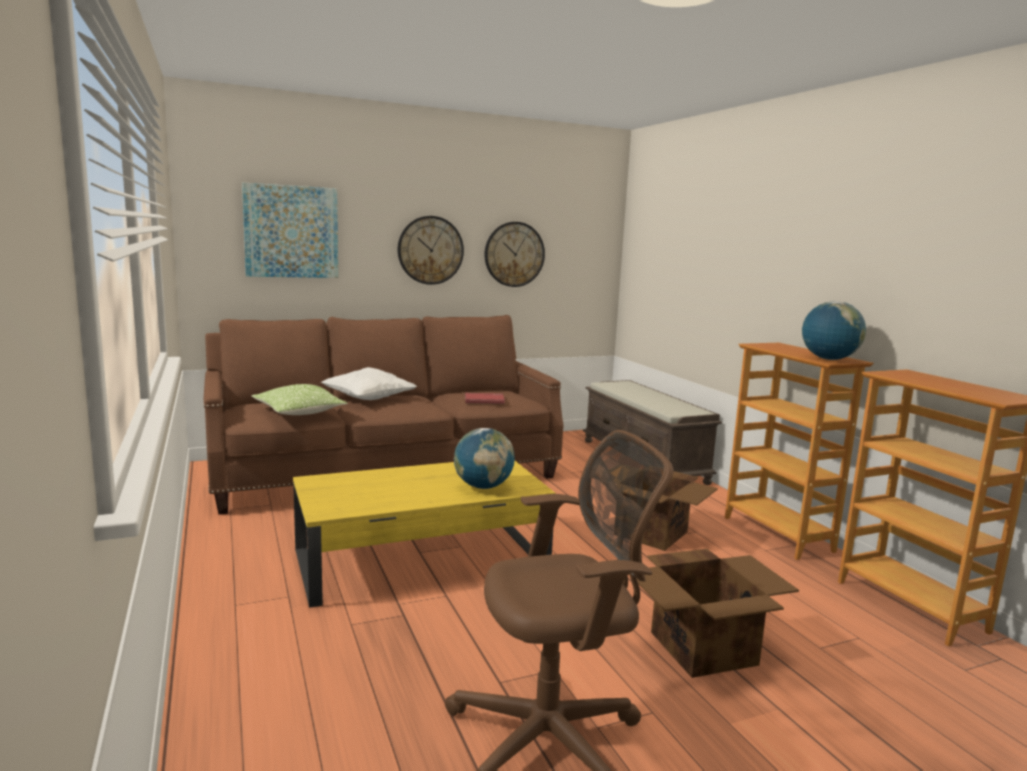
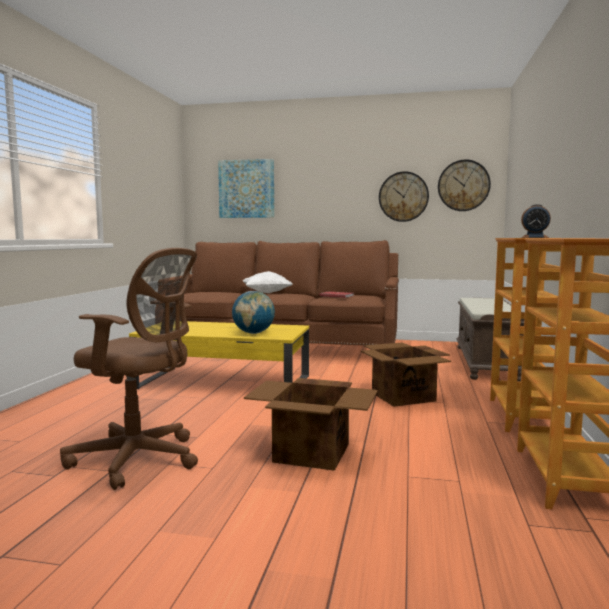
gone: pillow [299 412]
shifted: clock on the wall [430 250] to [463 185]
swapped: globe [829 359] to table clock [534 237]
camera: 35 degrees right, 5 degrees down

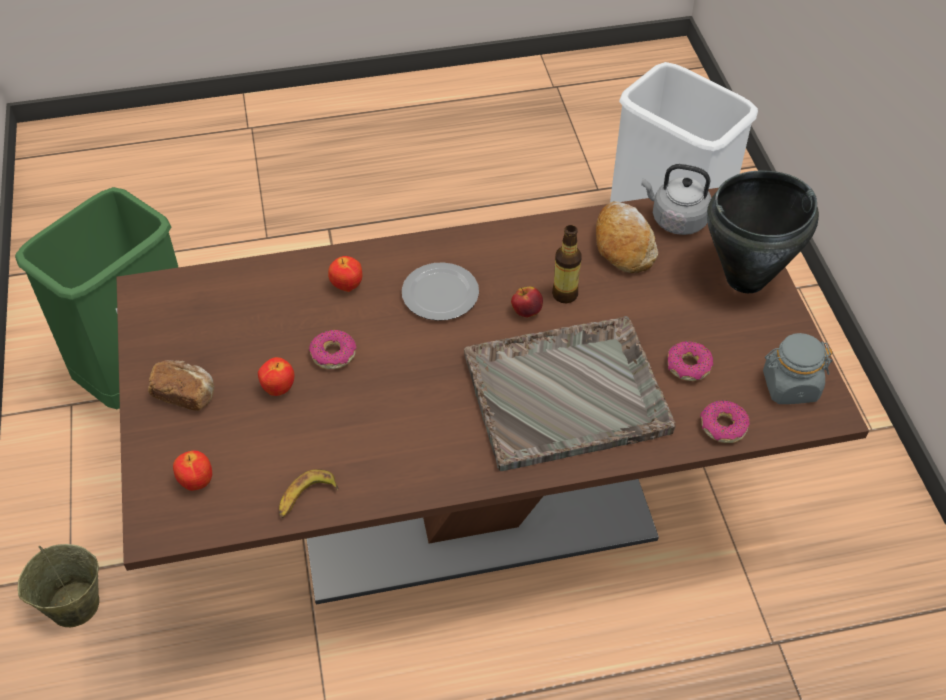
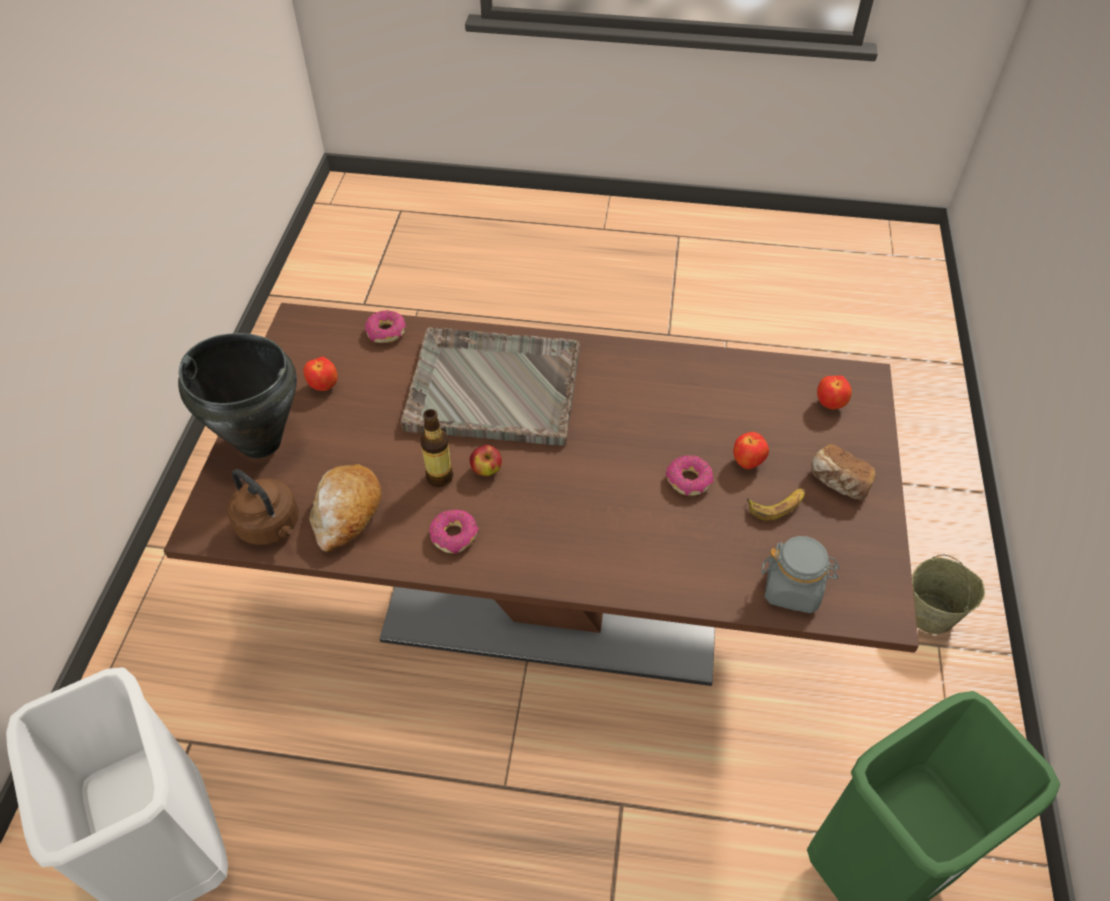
gone: flat dish [441 294]
shifted: banana [306 497] to [777 505]; apple [346 286] to [324 386]; doughnut [688 366] to [454 536]; preserve jar (grey) [790 386] to [793 589]
repainted: tea kettle (grey) [675 219] to tea kettle (brownish) [271 526]
camera: 160 degrees left, 0 degrees up

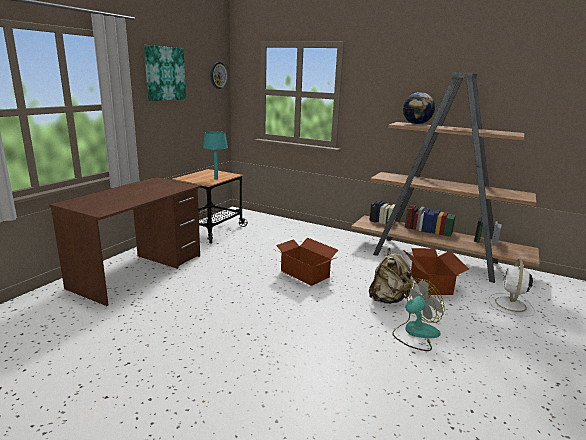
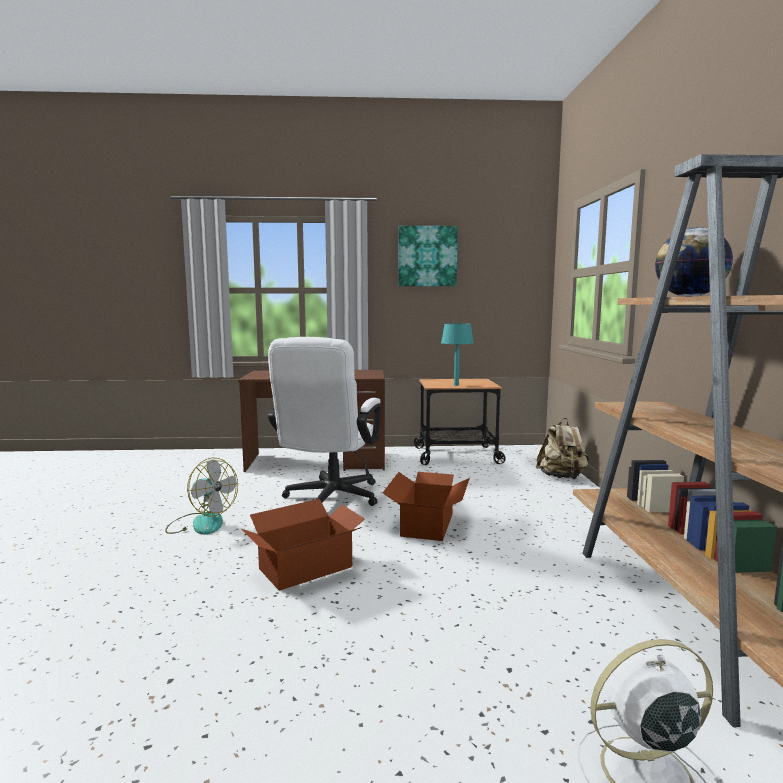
gone: clock on the wall [218 75]
new: office chair (whitish) [329 499]
shifted: rucksack (sand-coloured) [388 299] to [561 477]; electric fan [415 333] to [201 523]; cardboard box [431 284] to [307 568]
camera: 60 degrees right, 10 degrees down

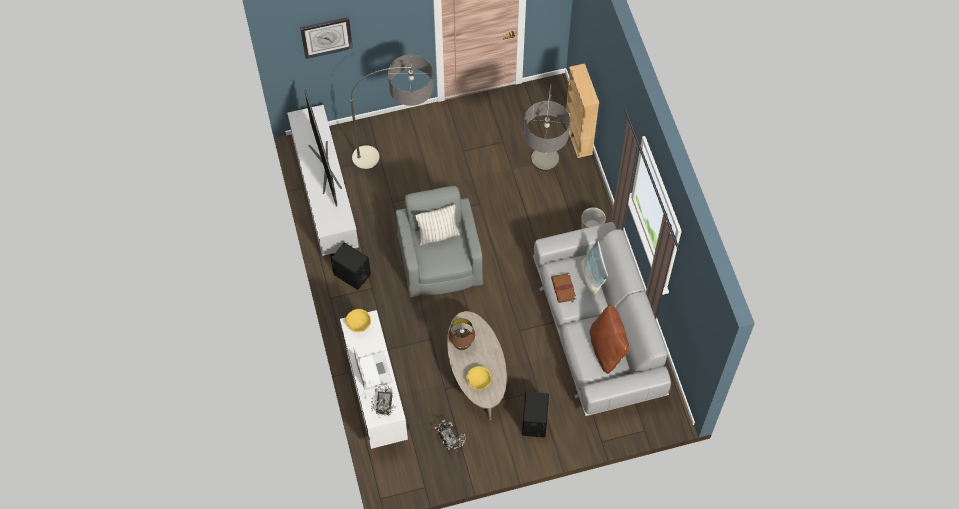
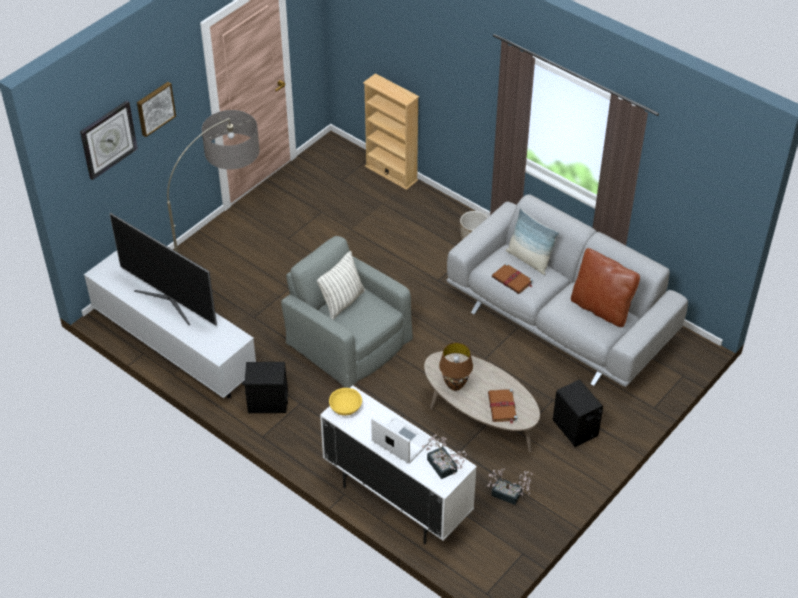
gone: standing lamp [542 188]
new: wall picture [155 108]
swapped: deep dish (yellow-coloured) [479 381] to volume (brownish) [502 407]
camera: 35 degrees left, 15 degrees down

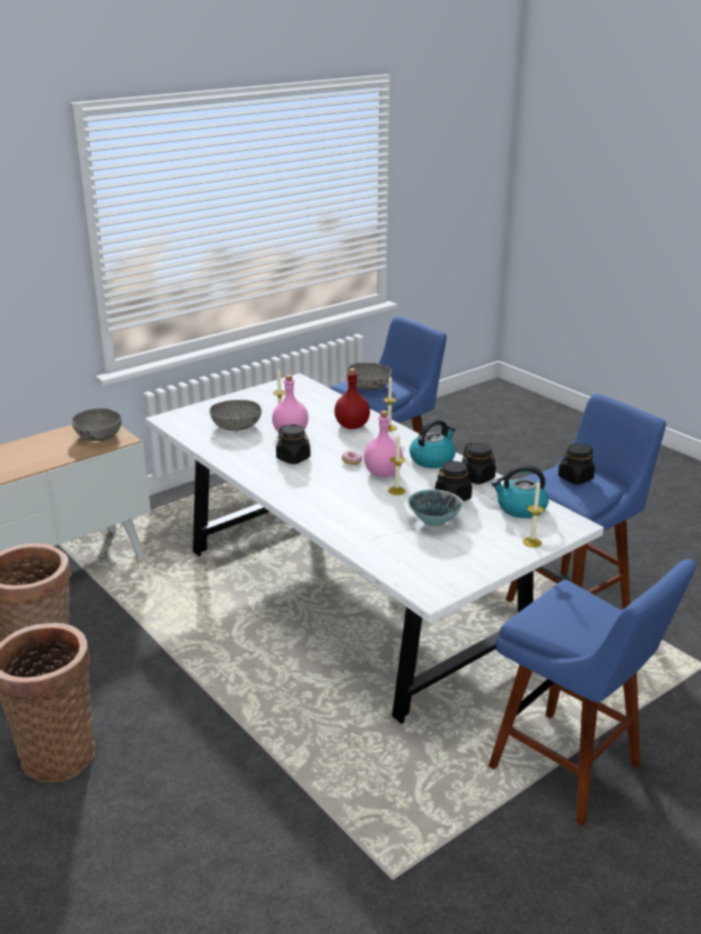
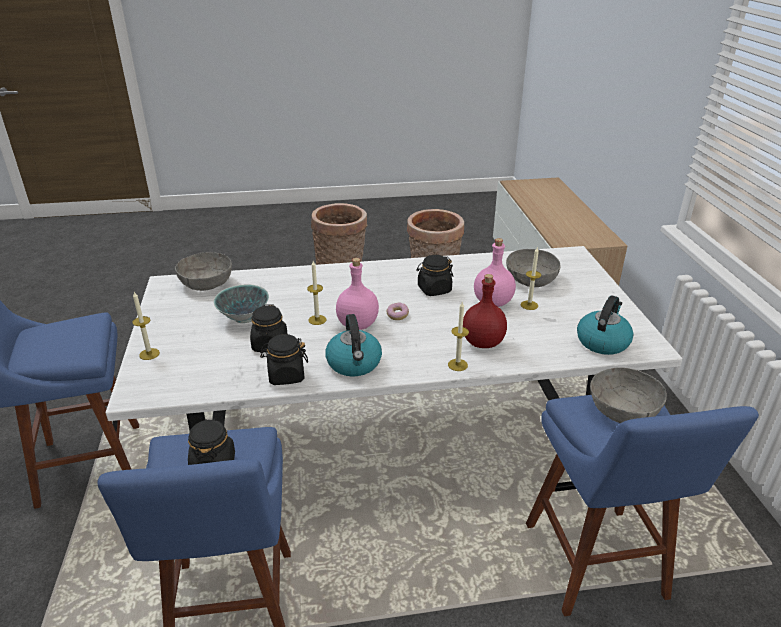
shifted: deep dish (grey) [98 436] to [206 283]; tea kettle [520 508] to [602 341]
camera: 120 degrees right, 5 degrees up

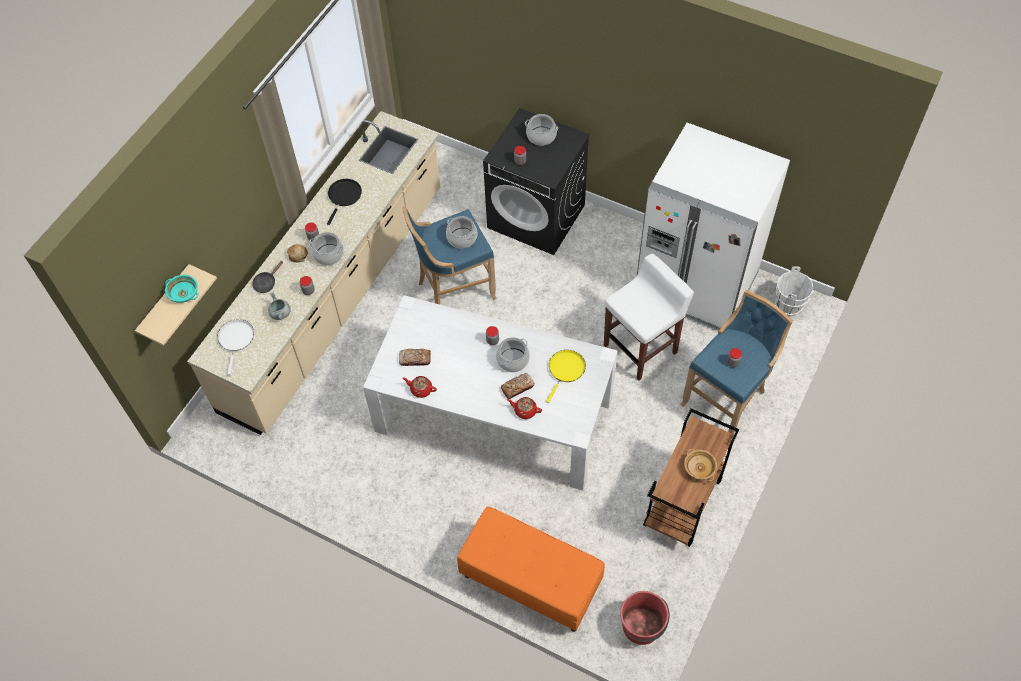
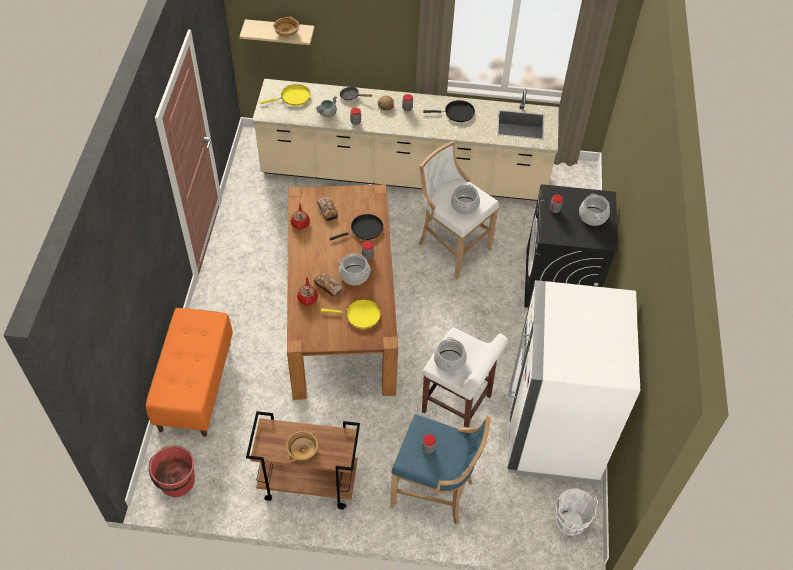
new: frying pan (black) [364 229]
shifted: saucepot [328 255] to [449 361]
repainted: deep dish (turquoise-coloured) [184 293] to deep dish (sand-coloured) [287 32]; frying pan (whitish) [236 340] to frying pan (yellow-coloured) [293 97]; dining table (whitish) [494 414] to dining table (brownish) [341 313]; stool seat (bluish) [453 289] to stool seat (whitish) [451 247]
camera: 65 degrees right, 5 degrees down

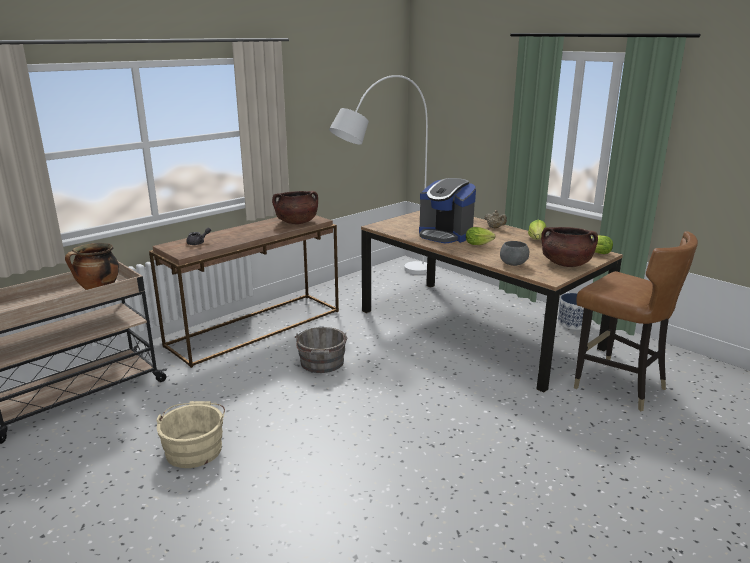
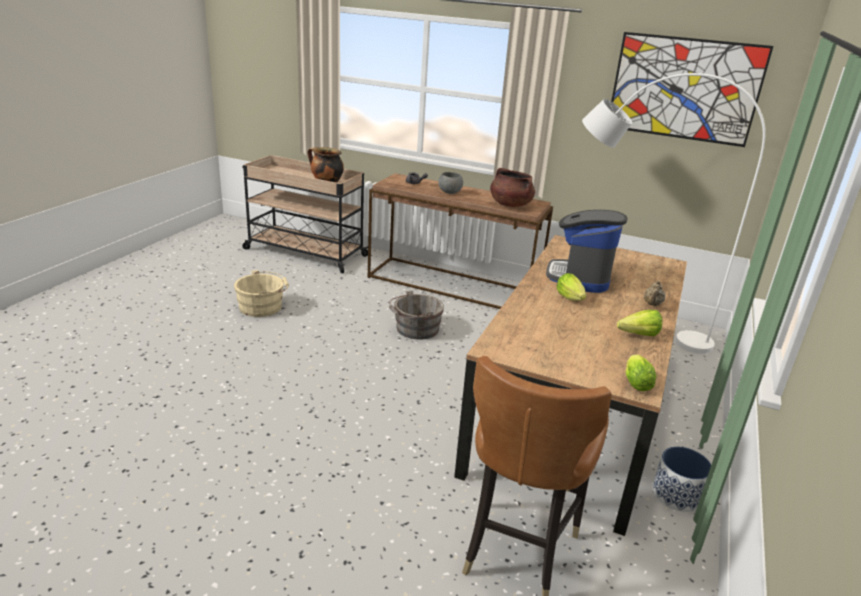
gone: saucepot (brownish) [566 264]
new: wall picture [684 89]
shifted: deep dish (grey) [513 264] to [449 193]
camera: 65 degrees right, 5 degrees up

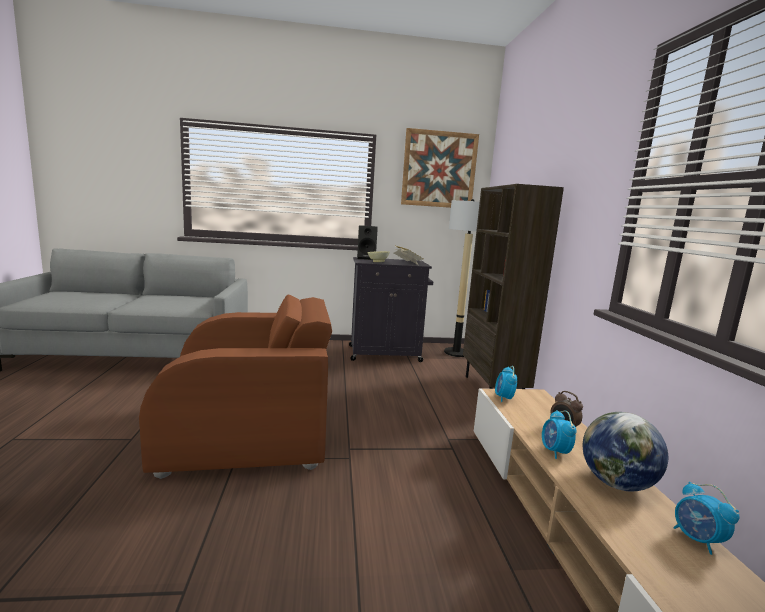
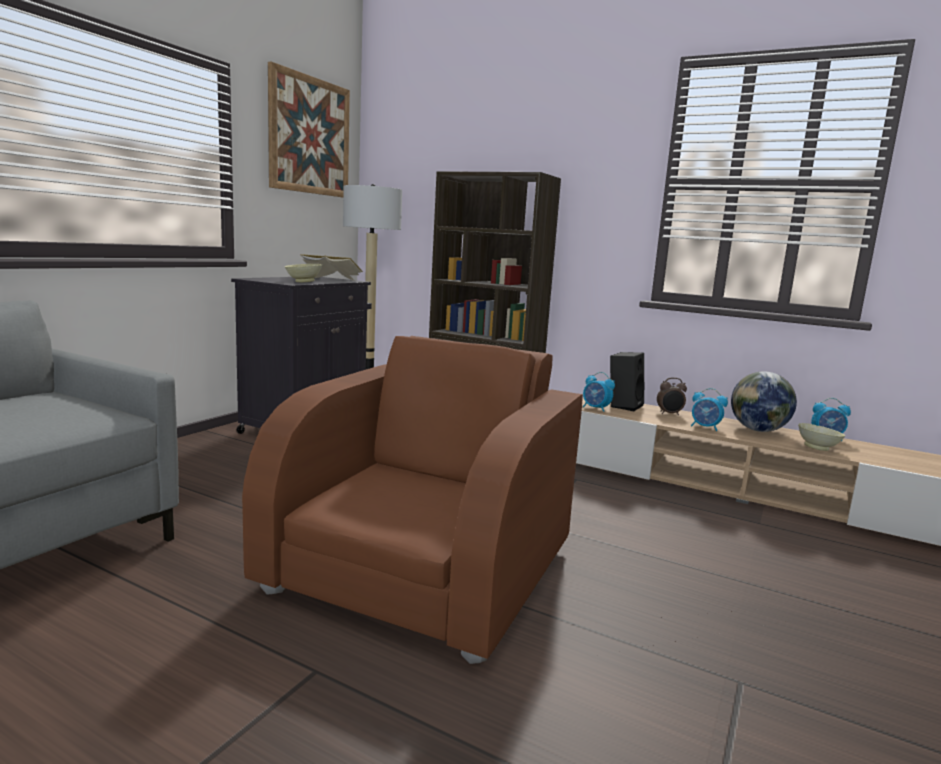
new: deep dish (sand-coloured) [818 448]
shifted: audio speaker (black) [367 258] to [623 405]
camera: 55 degrees left, 0 degrees up

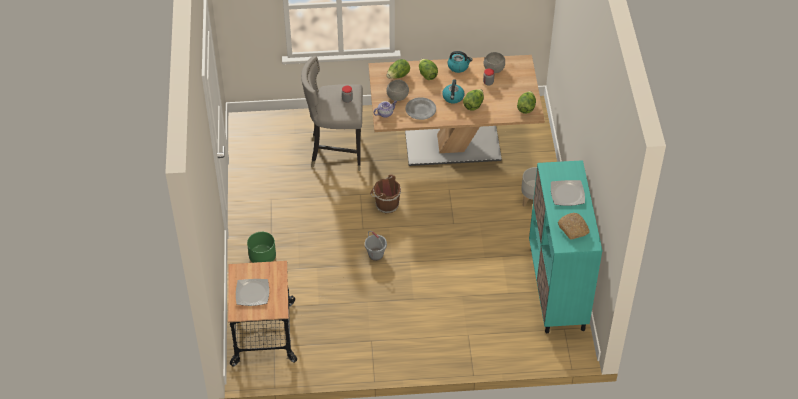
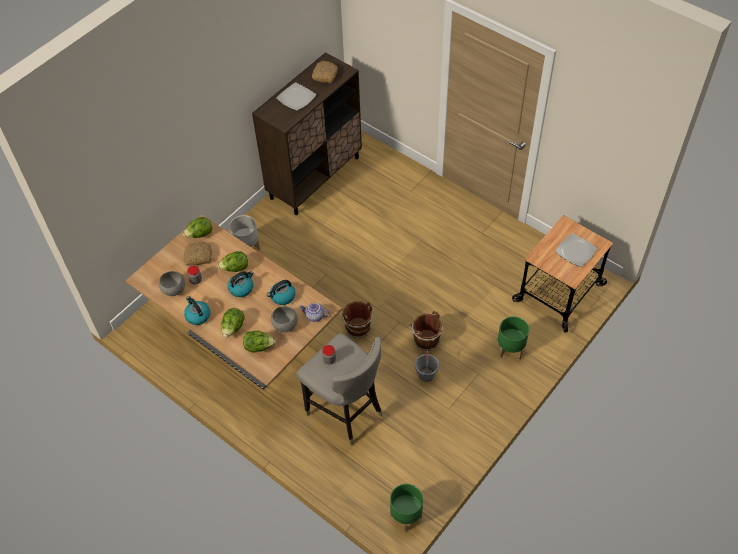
new: bread [198 257]; planter (greenish) [405 516]; bucket (brownish) [425 340]
shifted: bucket (grey) [375 254] to [426 374]
swapped: flat dish (grey) [420 110] to tea kettle [282 297]
repainted: cabinet (turquoise-coloured) [557 289] to cabinet (brownish) [315 177]
camera: 135 degrees left, 5 degrees up

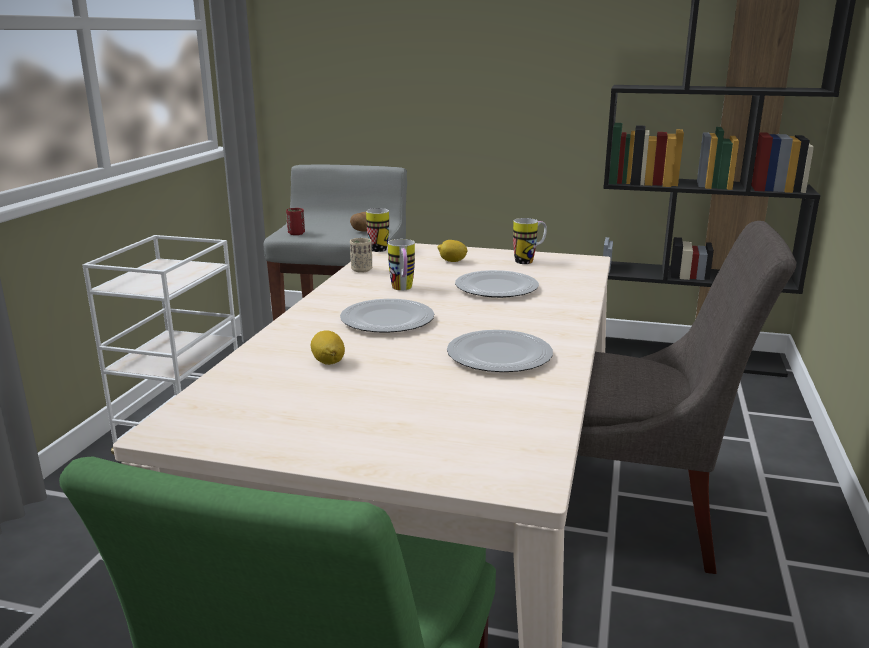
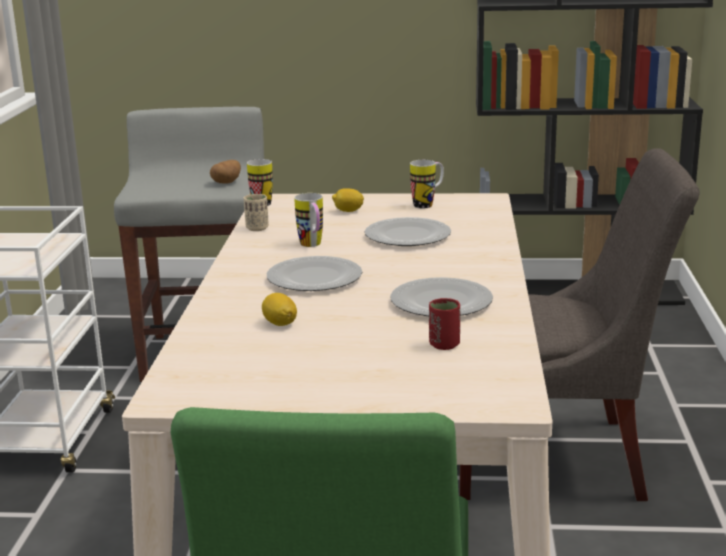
shifted: drinking cup (red-coloured) [296 233] to [444 345]
camera: 10 degrees left, 0 degrees up

